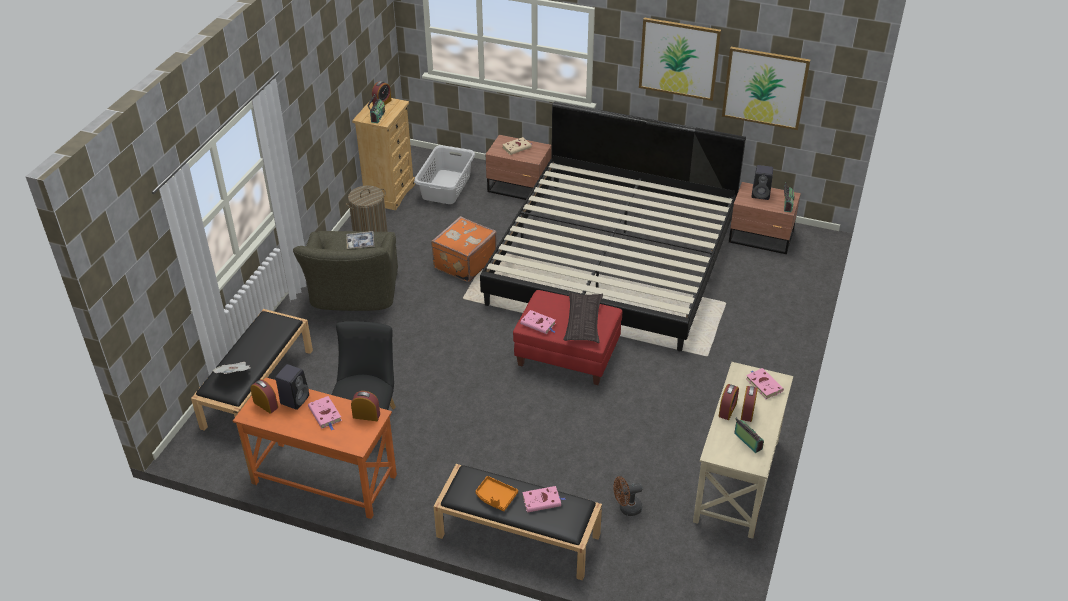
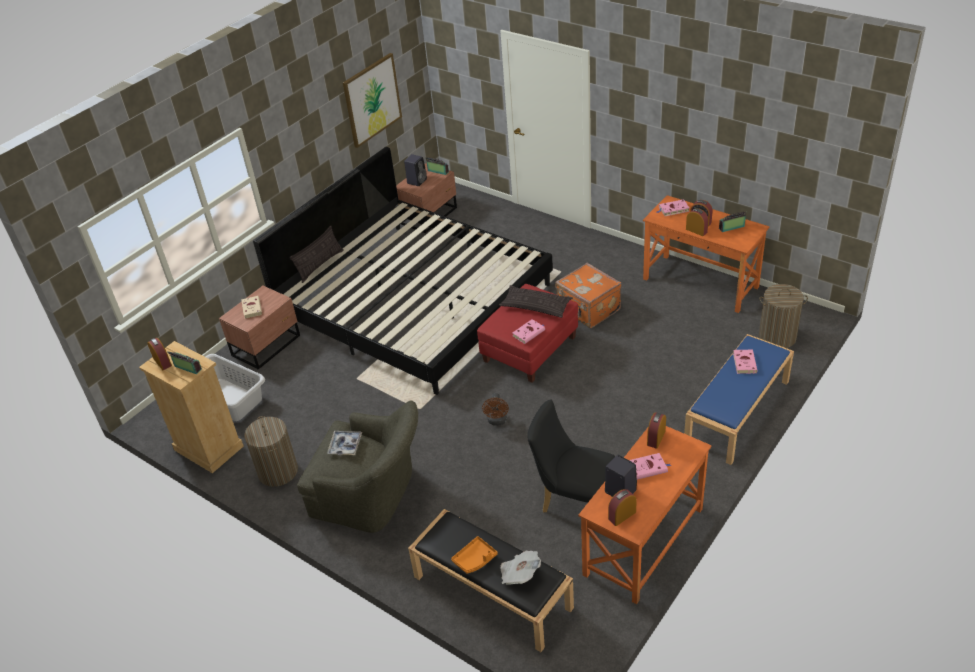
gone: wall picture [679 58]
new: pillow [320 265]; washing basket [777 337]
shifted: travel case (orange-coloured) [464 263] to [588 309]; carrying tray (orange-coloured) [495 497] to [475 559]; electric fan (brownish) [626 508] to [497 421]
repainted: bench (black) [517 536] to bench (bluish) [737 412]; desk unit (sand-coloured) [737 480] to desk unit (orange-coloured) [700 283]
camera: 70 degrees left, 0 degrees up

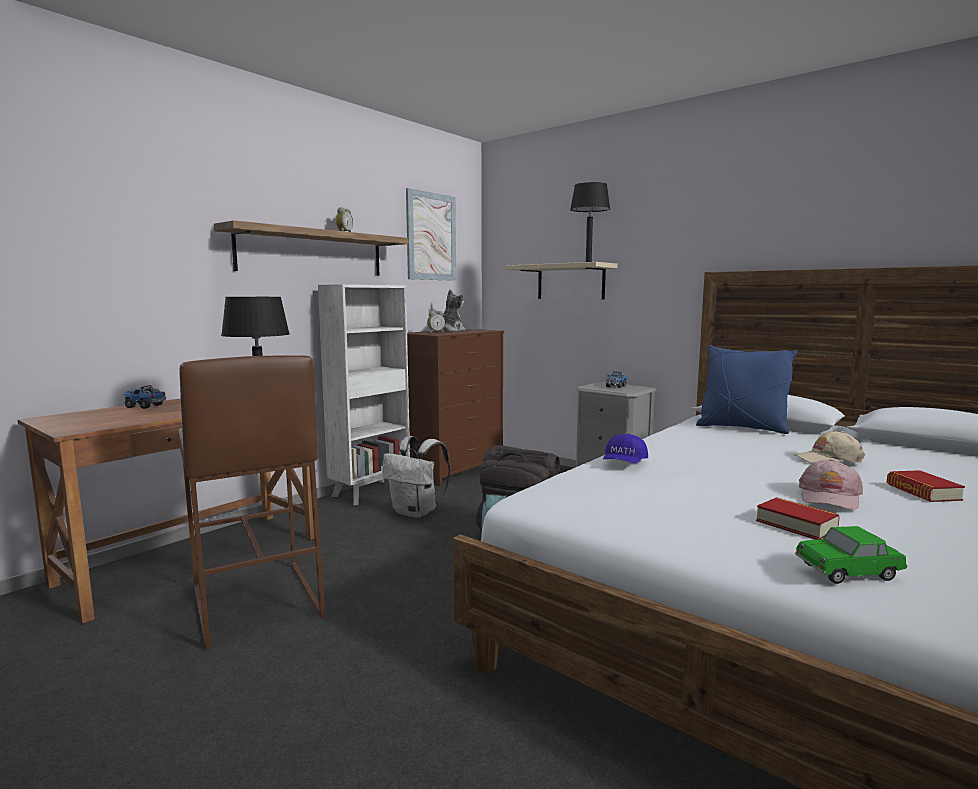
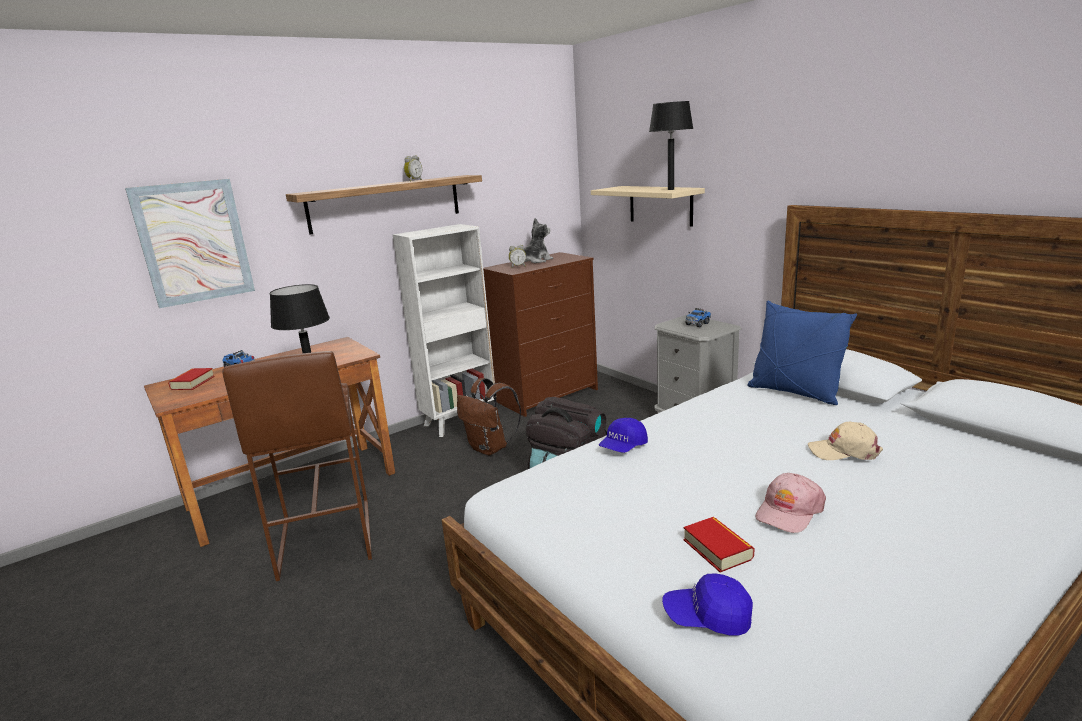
shifted: wall picture [431 237] to [194 242]; volume [923 492] to [193 383]
swapped: model car [848 572] to baseball cap (bluish) [707 618]
repainted: rucksack (whitish) [417 512] to rucksack (brownish) [490 448]
camera: 15 degrees right, 10 degrees up

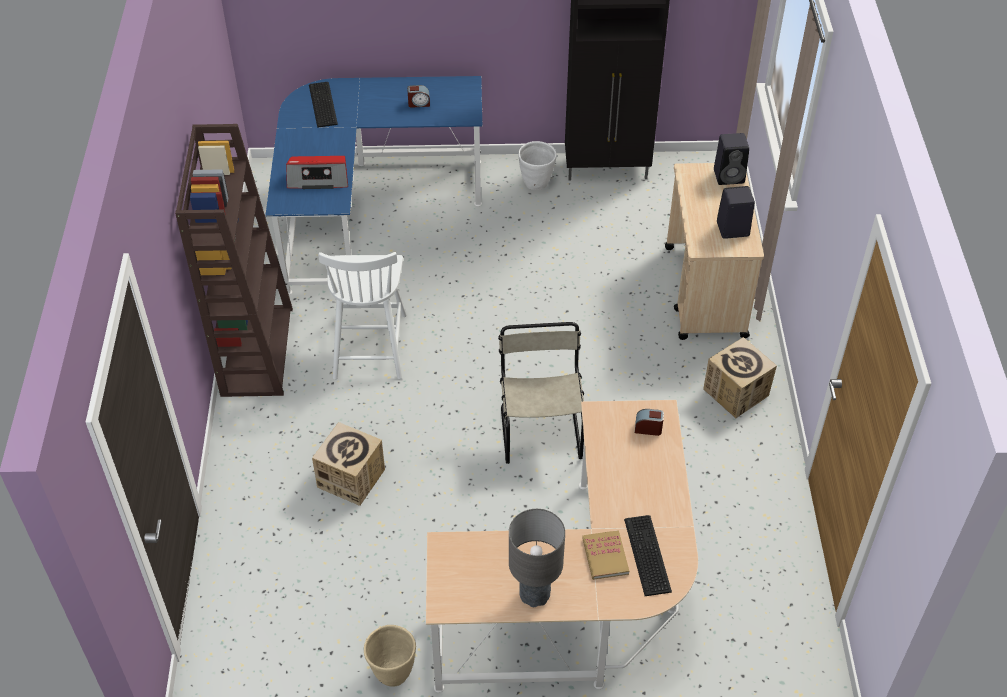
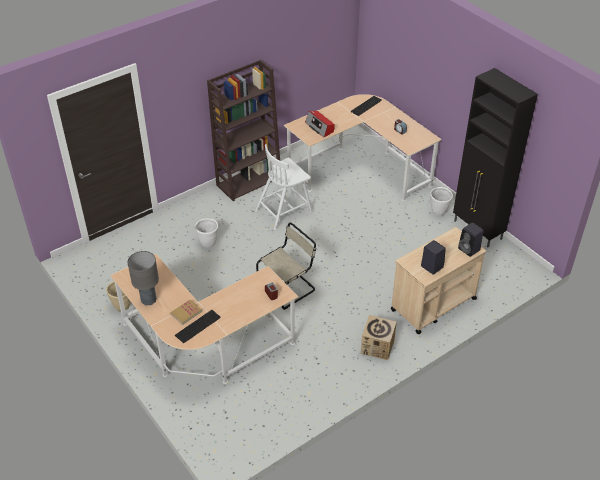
swapped: cardboard box [351 478] to planter (whitish) [208 243]
repainted: desk unit (bluish) [366 210] to desk unit (sand-coloured) [360 169]
camera: 55 degrees right, 5 degrees down

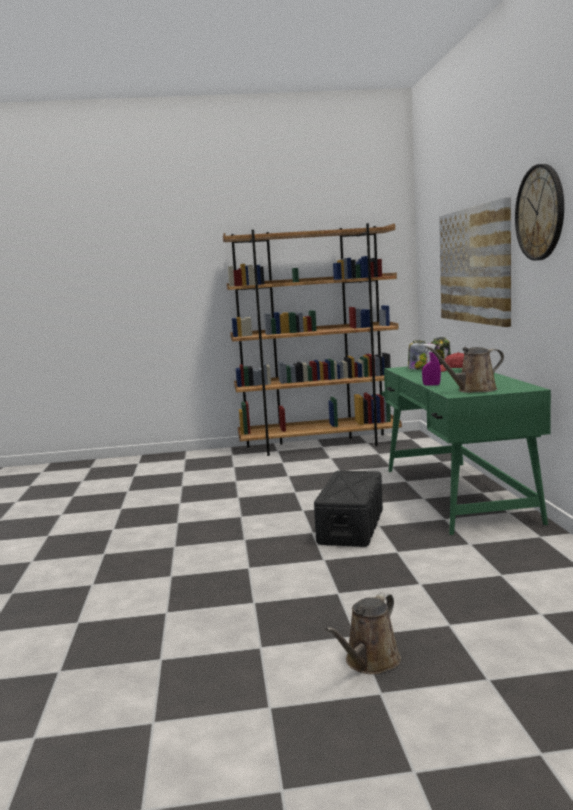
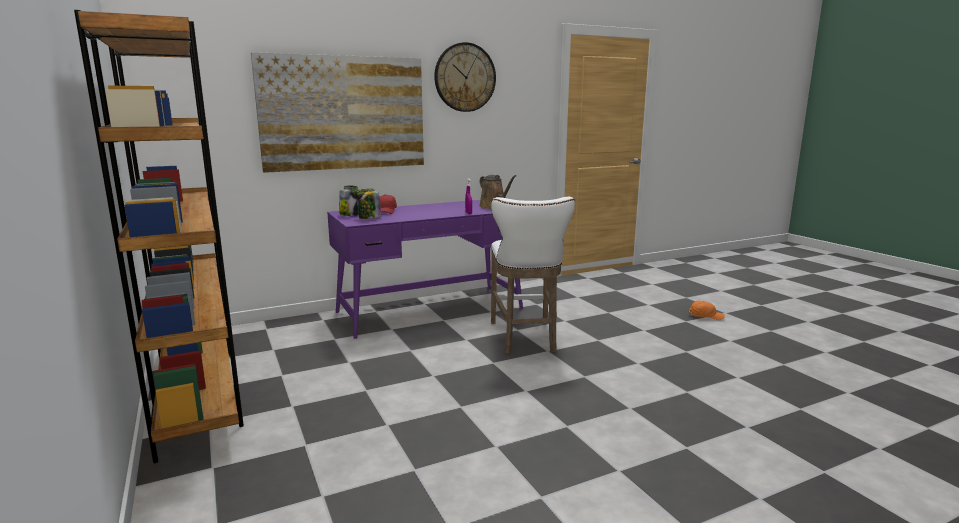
swapped: storage bin (black) [351 526] to stool seat (whitish) [524 338]; sprinkling can (brownish) [369 662] to baseball cap (orange-coloured) [705 316]
repainted: desk unit (greenish) [457 494] to desk unit (purple) [430 310]
camera: 110 degrees left, 5 degrees up

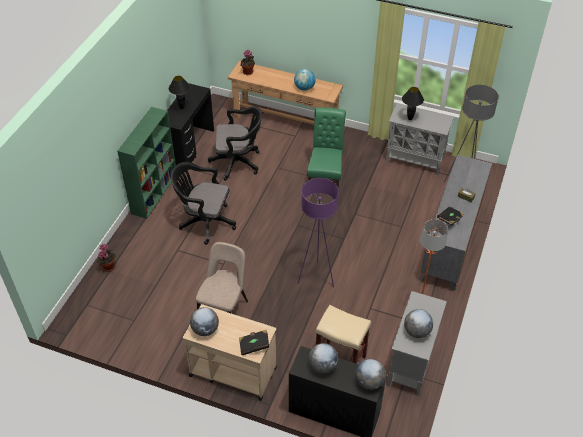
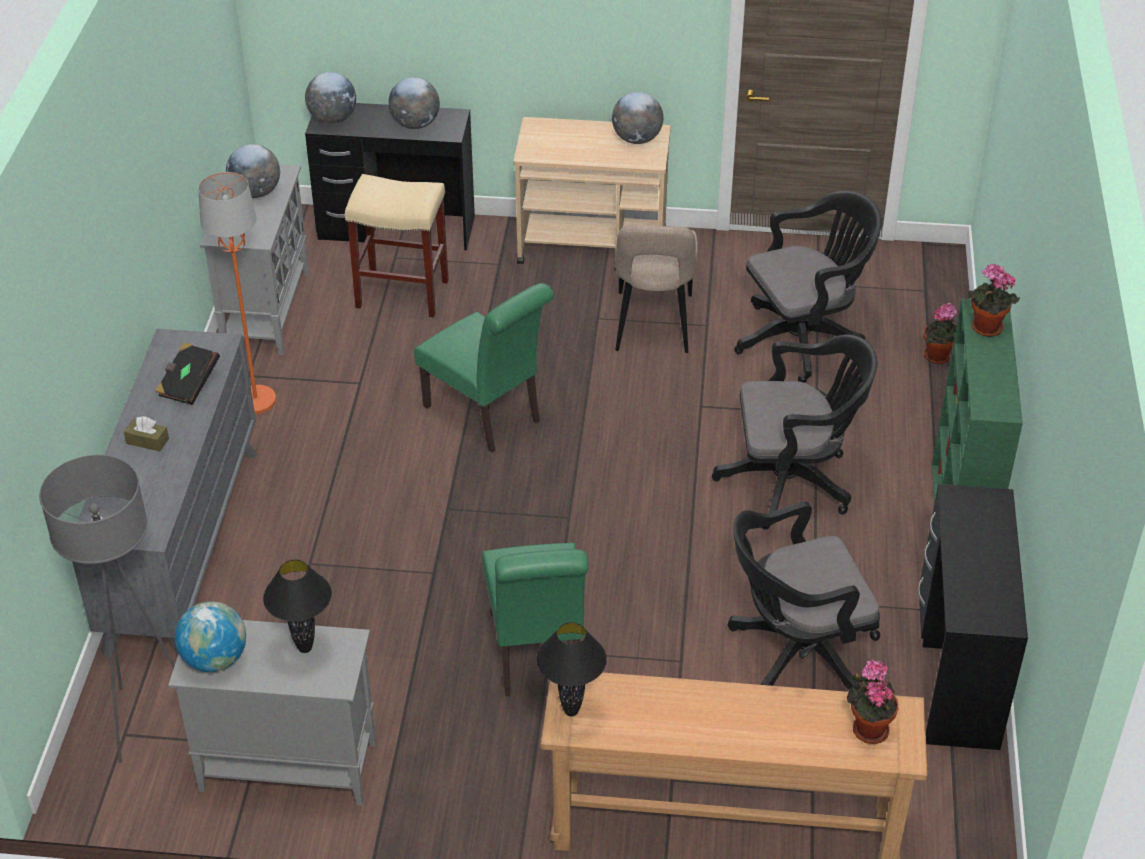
gone: volume (black) [254 345]
new: office chair (black) [804 339]; potted plant [985 329]
shifted: lamp for a table (black) [181 108] to [571 710]; globe [304 88] to [215 659]
swapped: standing lamp (purple) [316 277] to upright chair (greenish) [488 417]
camera: 165 degrees right, 5 degrees down

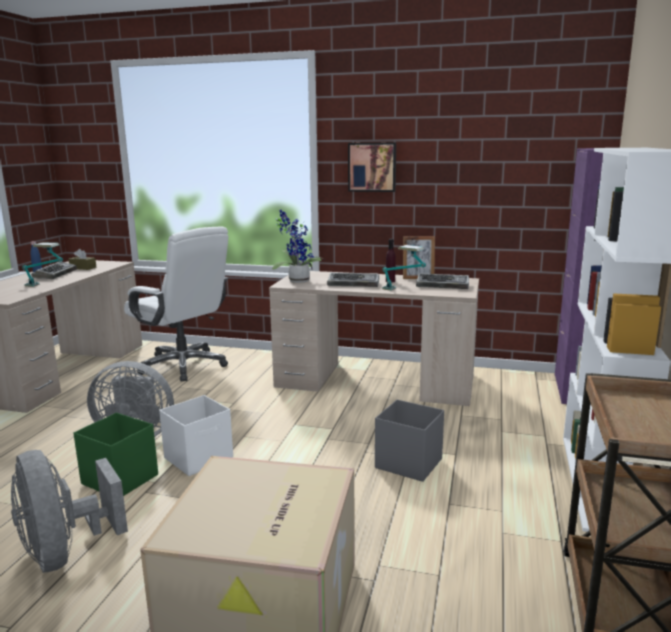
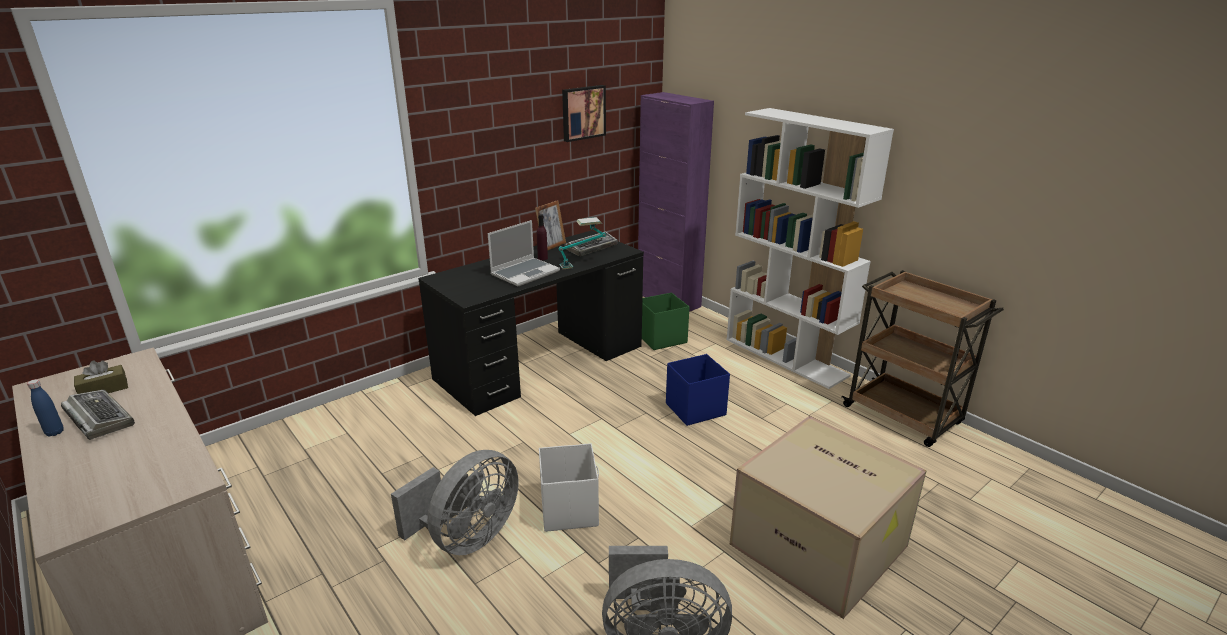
gone: lamp for a table [46 286]; office chair (whitish) [184 365]; potted plant [297 280]
shifted: storage bin (greenish) [120 479] to [661 339]; wall picture [372 167] to [582 112]
swapped: computer keyboard [354 284] to portable computer [525 273]
repainted: desk unit (sand-coloured) [376 381] to desk unit (black) [542 362]; storage bin (grey) [408 463] to storage bin (bluish) [694 409]
camera: 55 degrees left, 10 degrees up

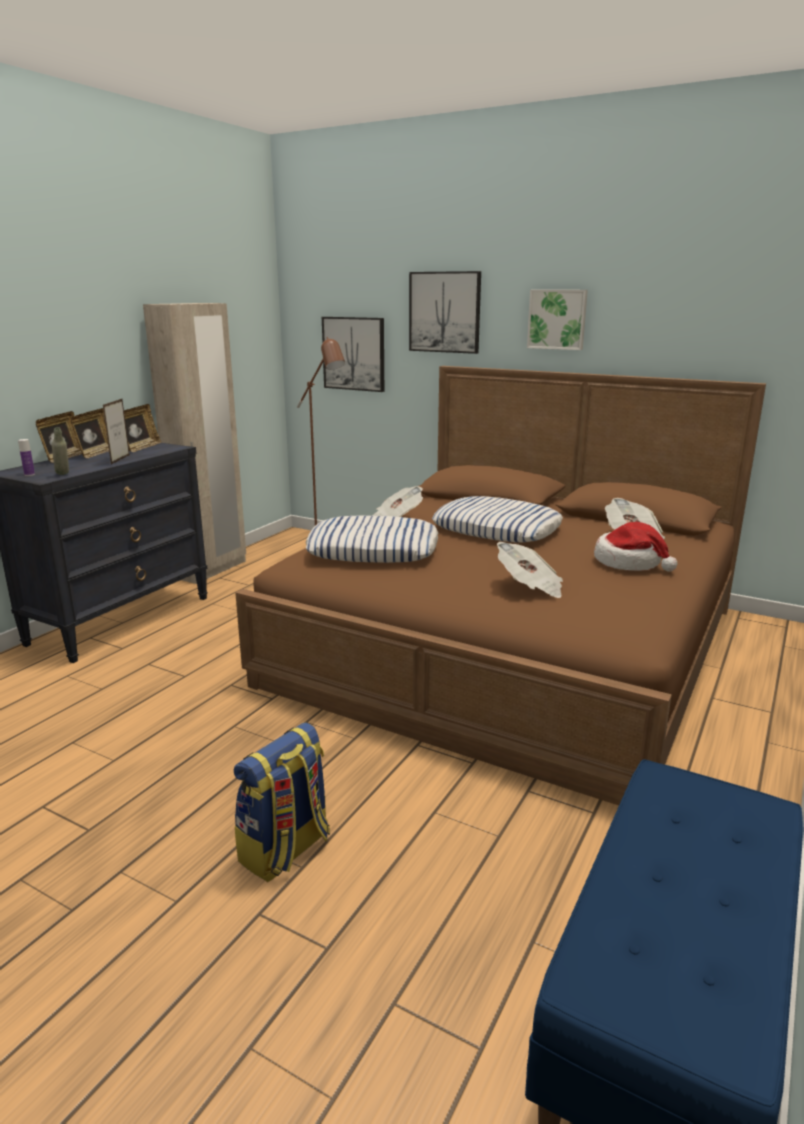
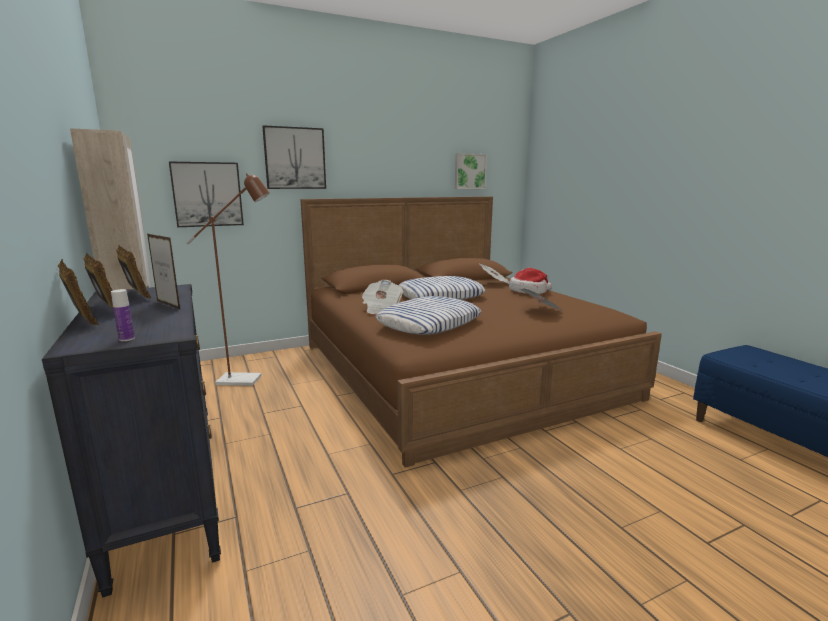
gone: bottle (grey) [63 475]; rucksack [286 850]
shifted: wall picture [557 319] to [469 171]
camera: 55 degrees left, 5 degrees down

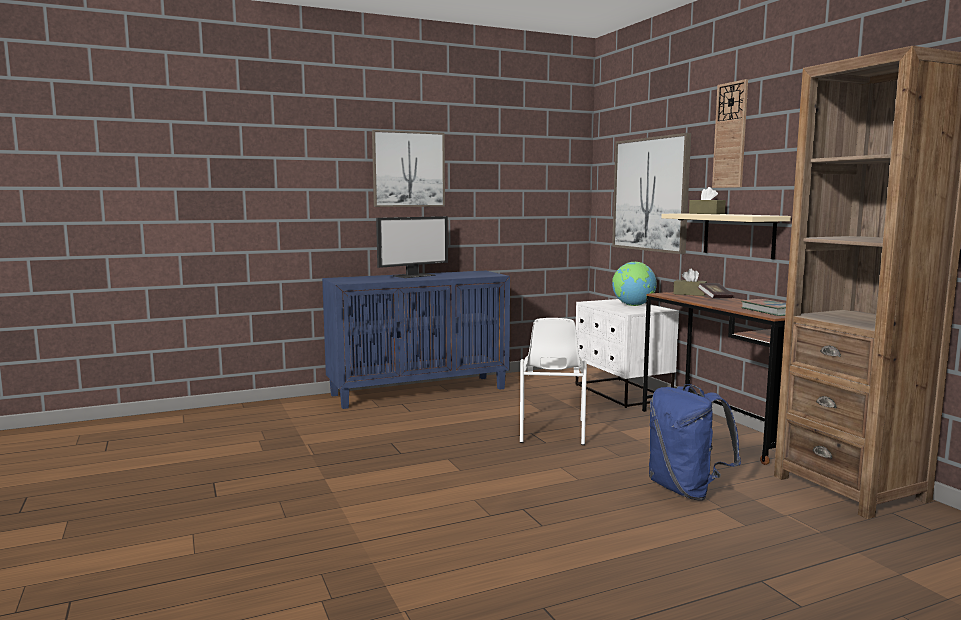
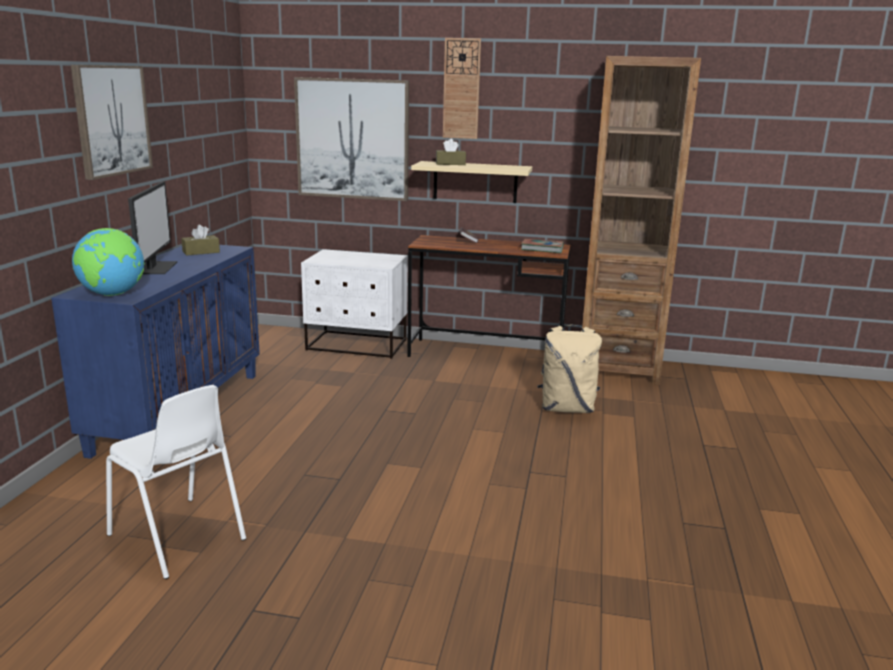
shifted: upright chair (whitish) [551 432] to [178 538]; globe [633 305] to [112 294]; box of tissues (brownish) [689 294] to [201 252]
repainted: rucksack (bluish) [686 490] to rucksack (sand-coloured) [567 408]
camera: 55 degrees left, 10 degrees up

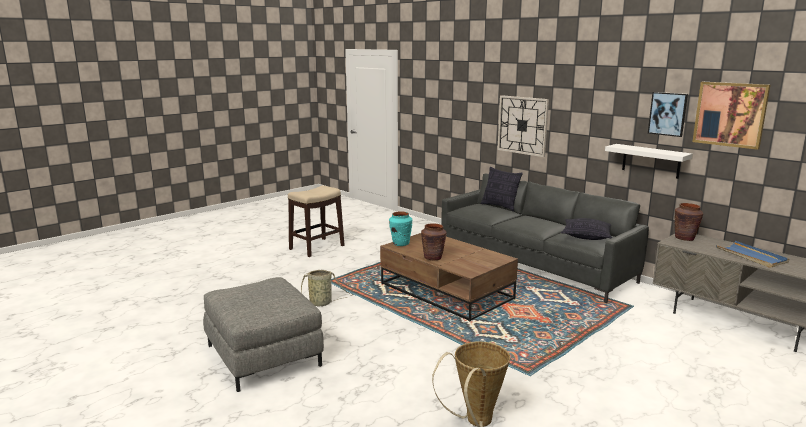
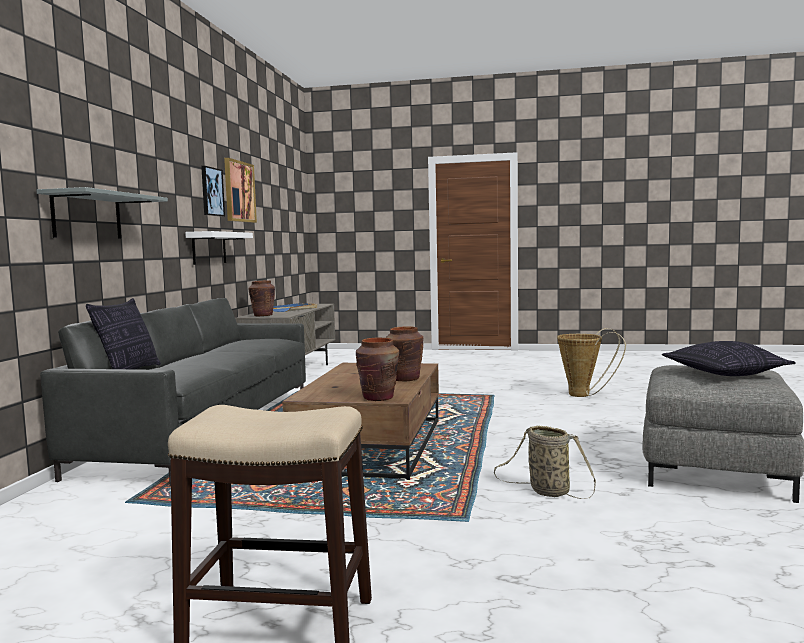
shifted: pillow [586 236] to [724 374]
swapped: clock on the wall [522 125] to shelf (grey) [87 216]
repainted: decorative vase (turquoise-coloured) [400 243] to decorative vase (brownish) [378 397]
camera: 125 degrees left, 10 degrees down

